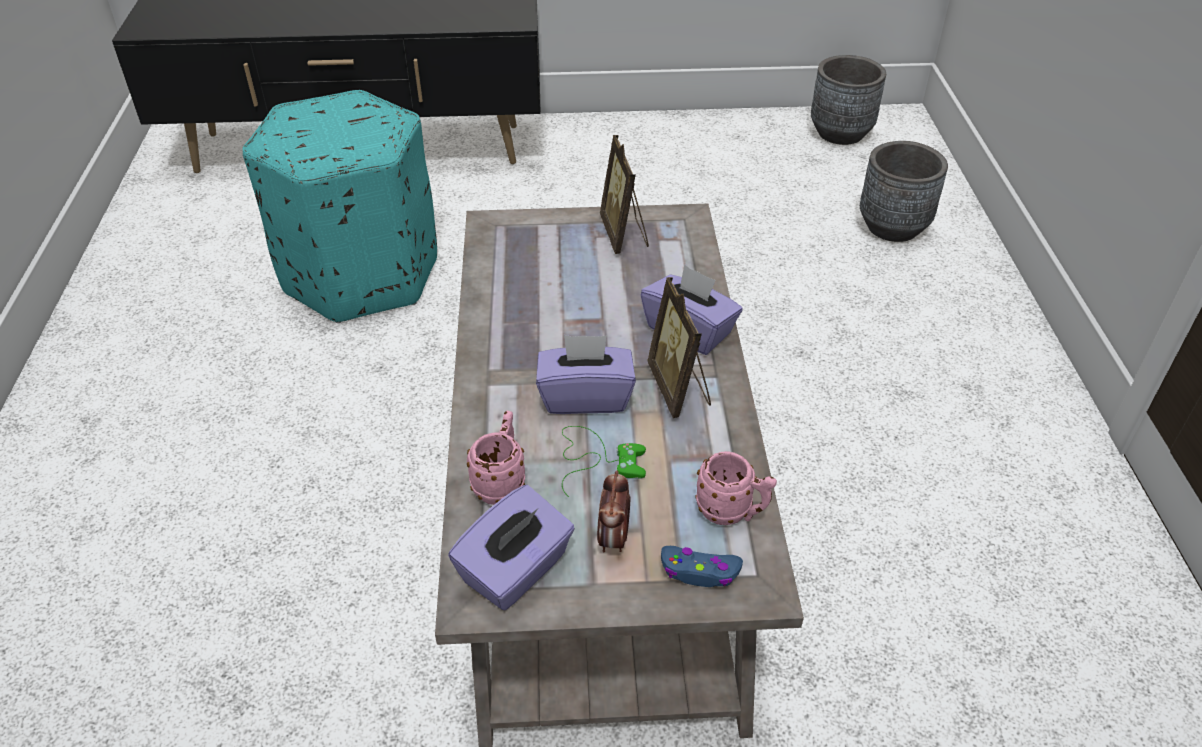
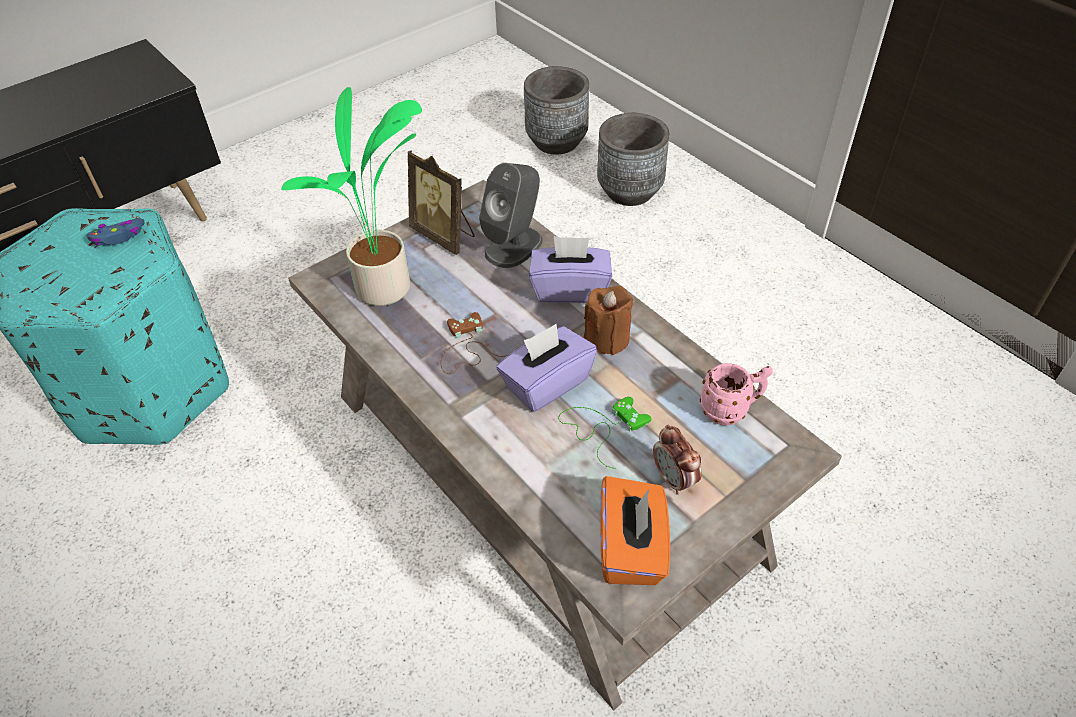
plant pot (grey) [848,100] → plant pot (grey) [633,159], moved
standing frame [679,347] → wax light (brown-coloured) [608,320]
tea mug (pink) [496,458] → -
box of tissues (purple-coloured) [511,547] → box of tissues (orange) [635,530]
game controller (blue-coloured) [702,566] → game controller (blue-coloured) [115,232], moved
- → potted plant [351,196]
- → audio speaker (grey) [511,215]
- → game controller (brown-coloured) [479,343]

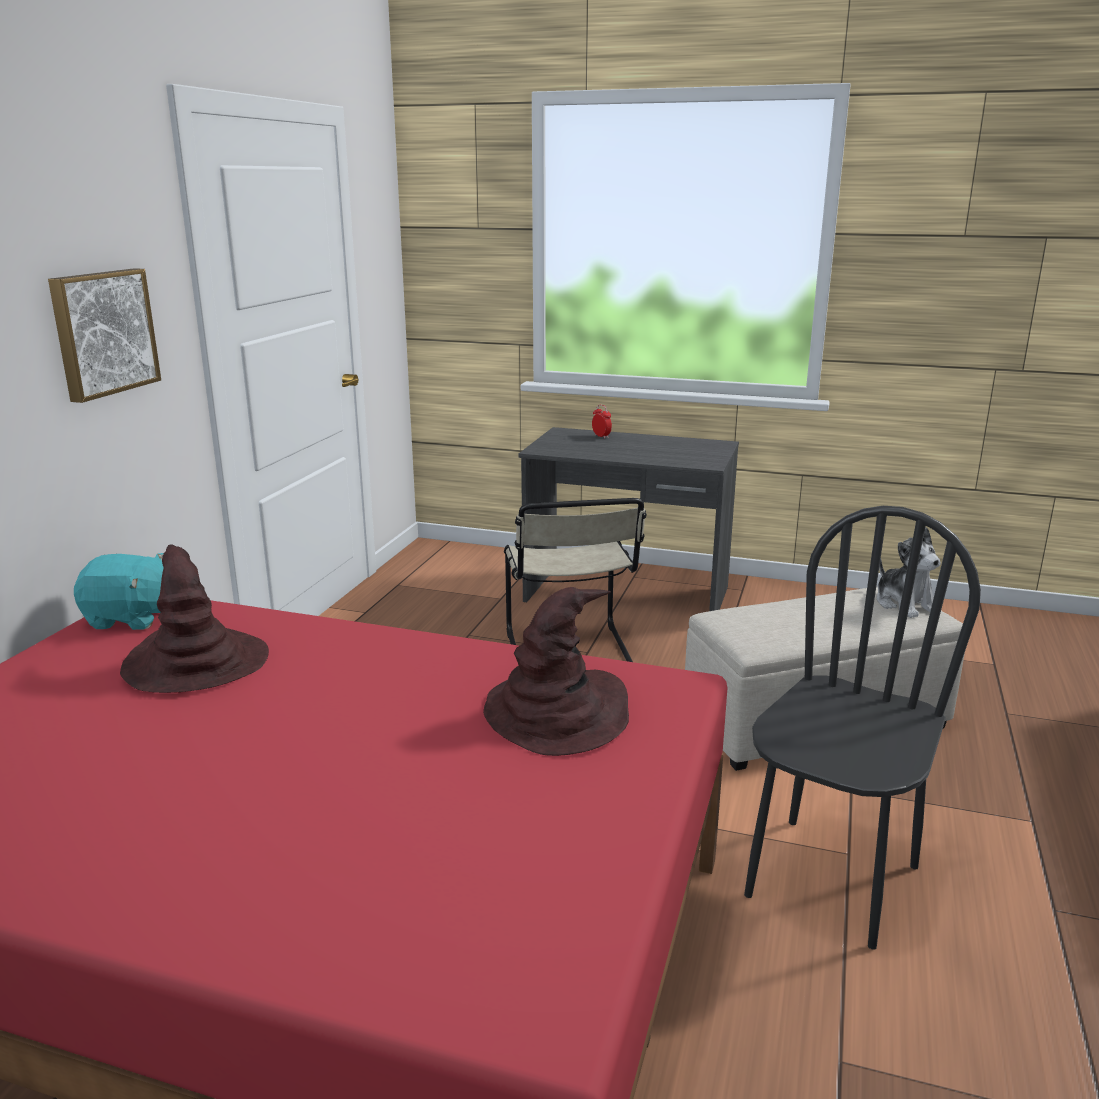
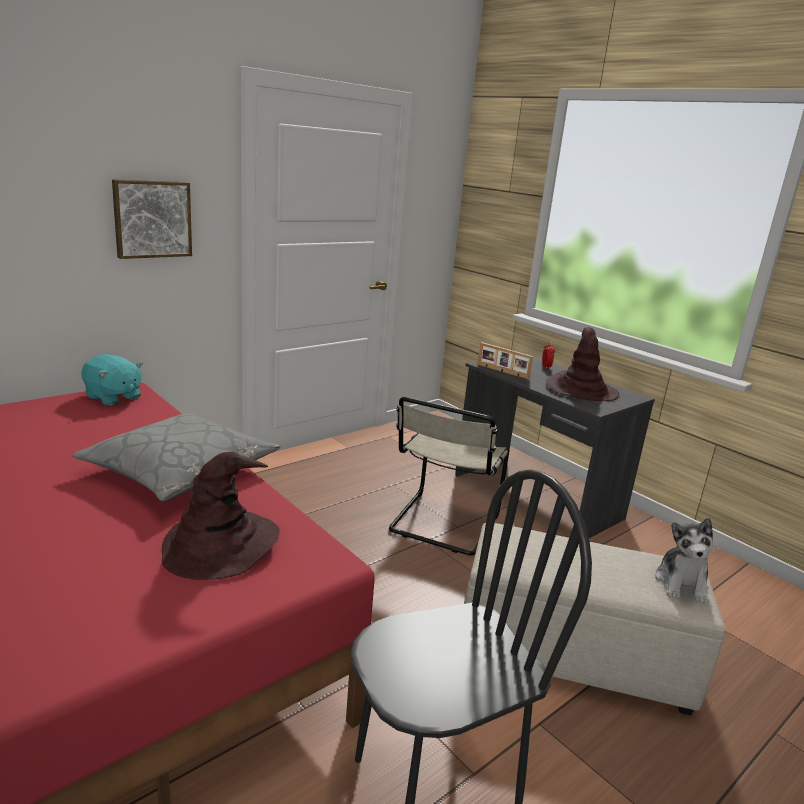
hat (brown-coloured) [194,619] → hat (brown-coloured) [582,364], moved
- → standing frame [505,360]
- → throw pillow (grey) [176,457]

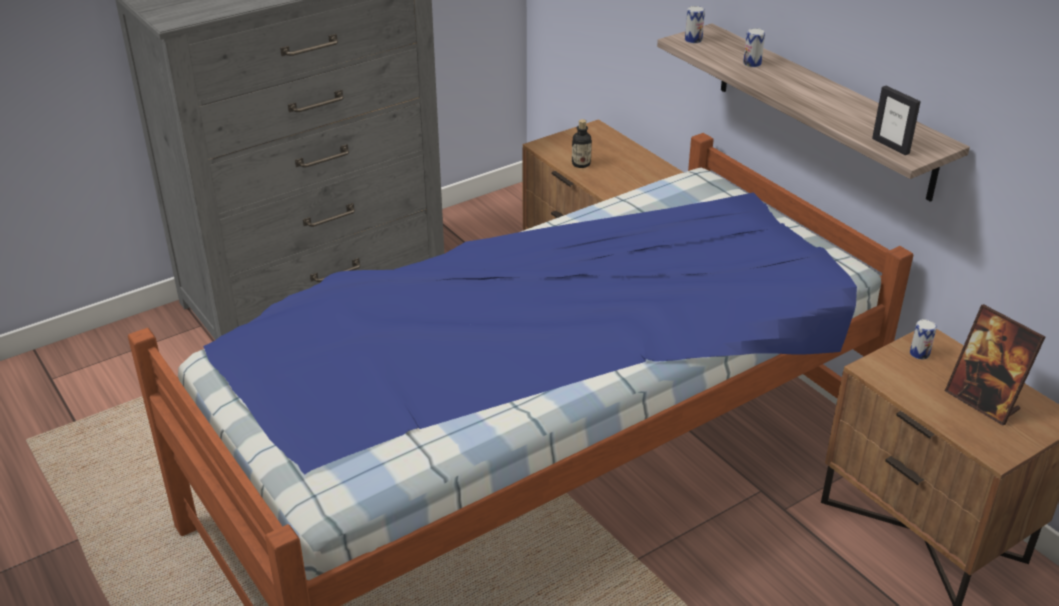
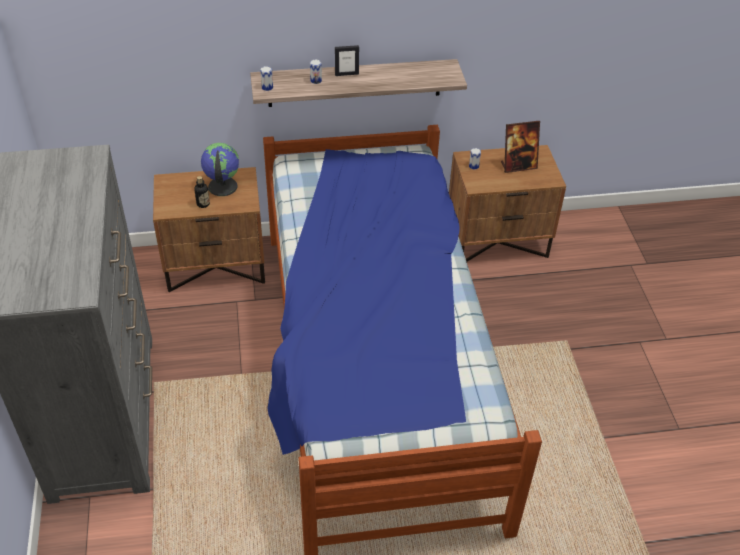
standing frame [896,120] → standing frame [347,60], moved
- → globe [220,169]

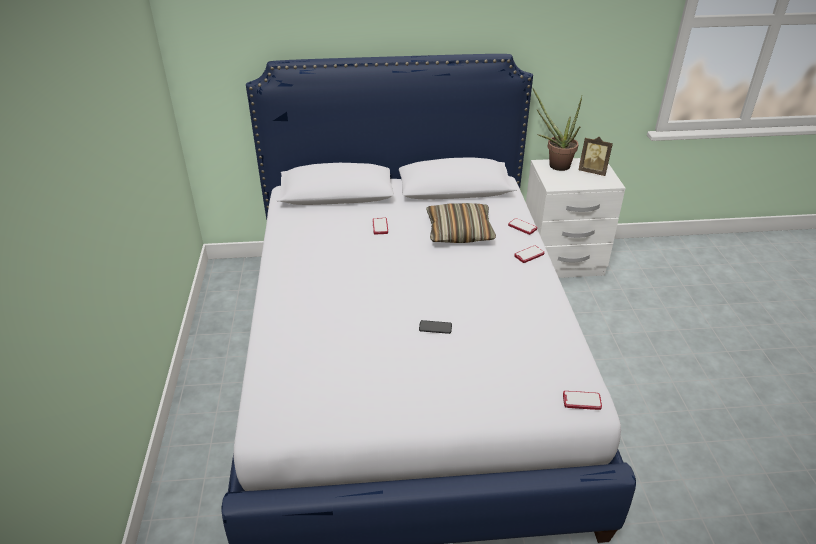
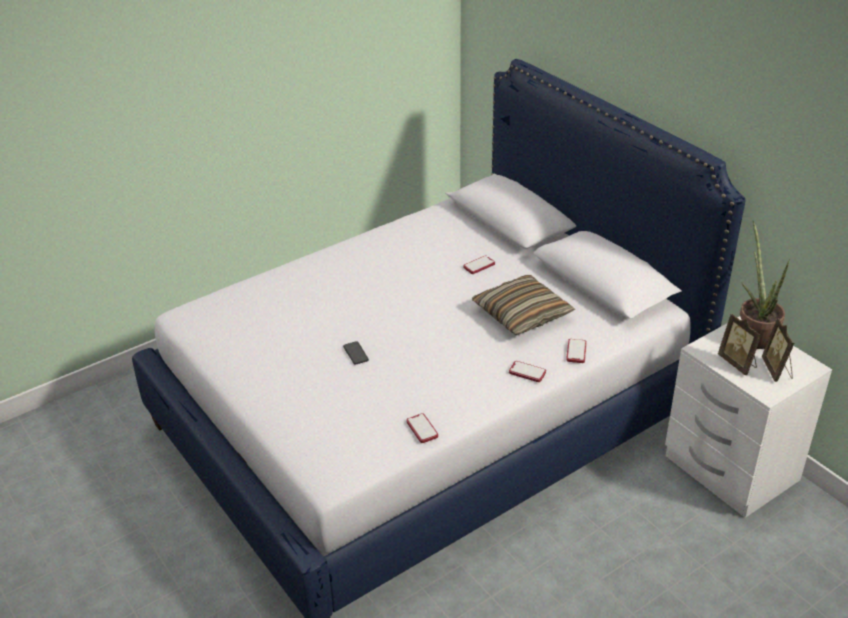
phone [582,400] → phone [422,428], moved
- → standing frame [740,344]

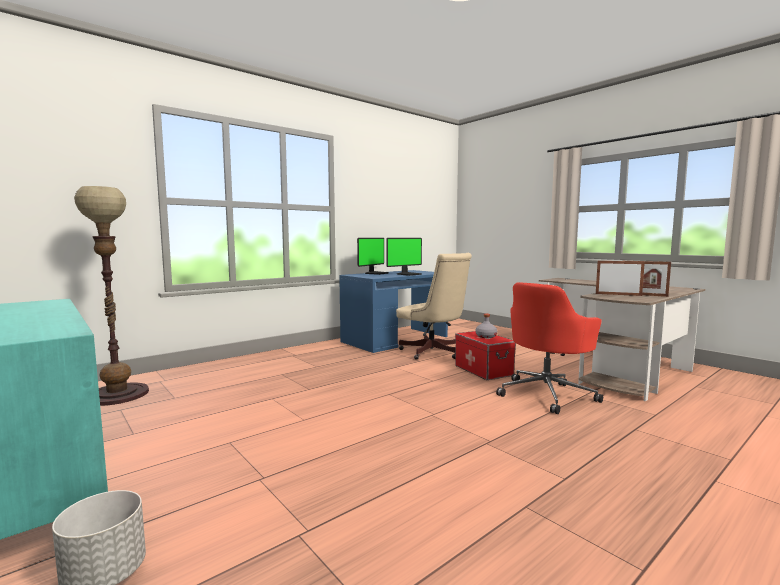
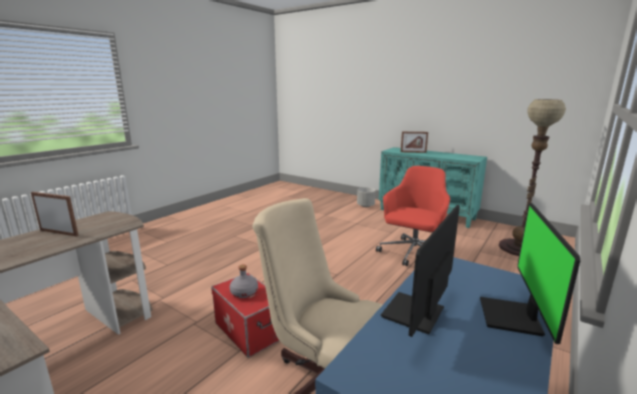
standing frame [620,278] → standing frame [414,142], moved
desk chair (reddish) [549,348] → desk chair (reddish) [413,216], moved

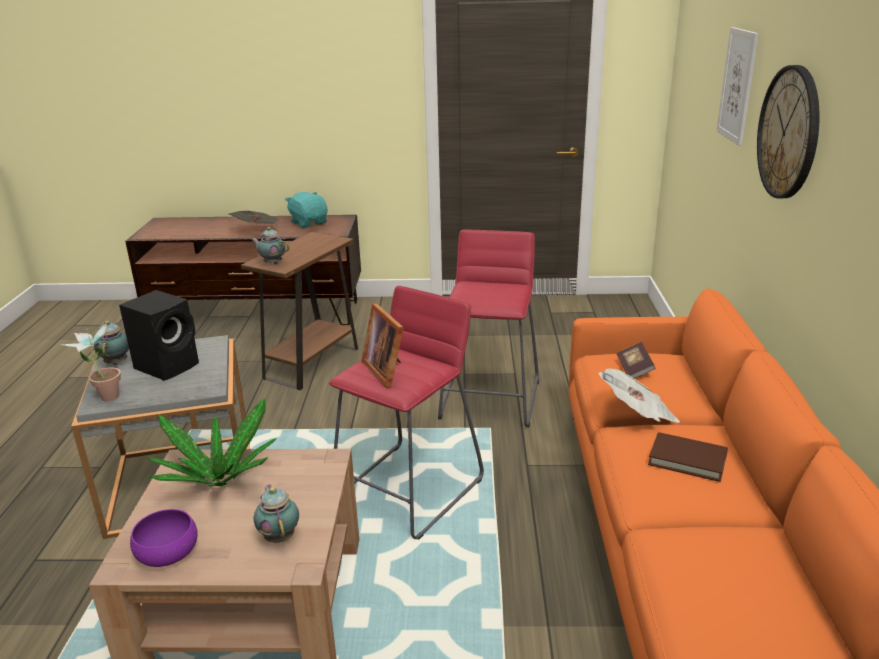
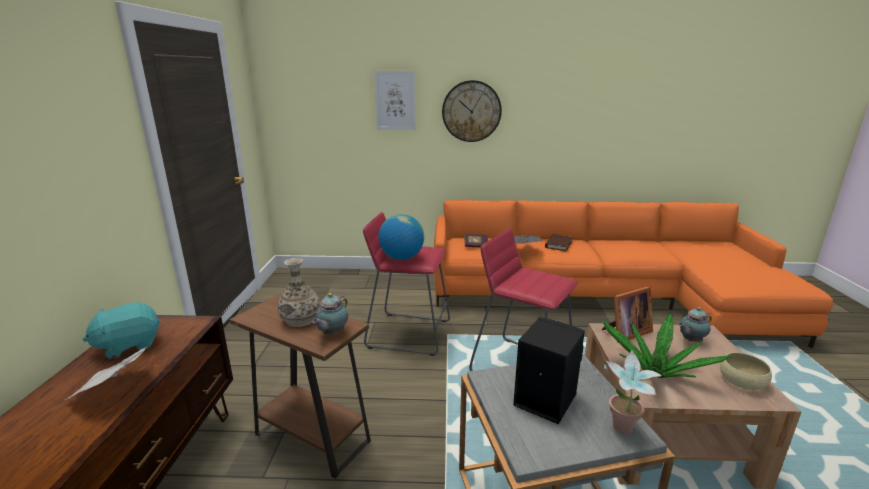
standing frame [382,346] → standing frame [627,313], moved
teapot [111,343] → -
deep dish (purple-coloured) [164,538] → deep dish (sand-coloured) [746,371]
- → globe [401,237]
- → vase [299,292]

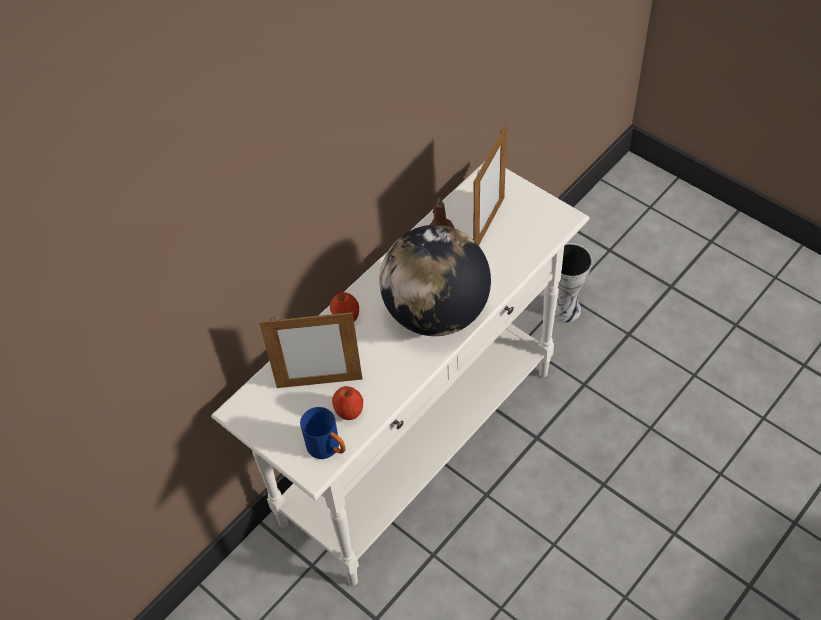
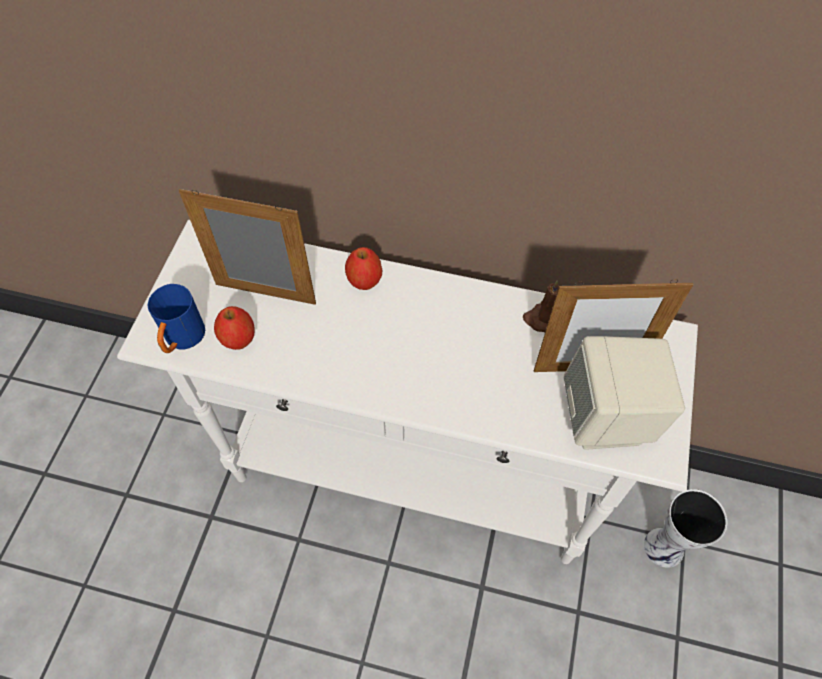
globe [435,280] → -
standing frame [310,349] → standing frame [247,247], 135 degrees clockwise
- → audio speaker (sand-coloured) [624,393]

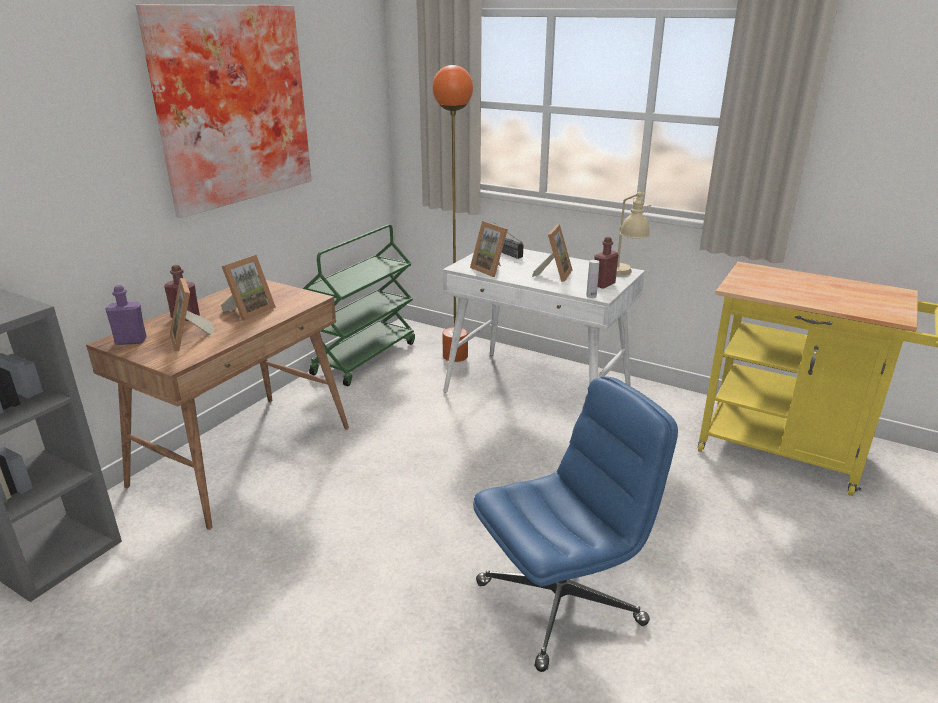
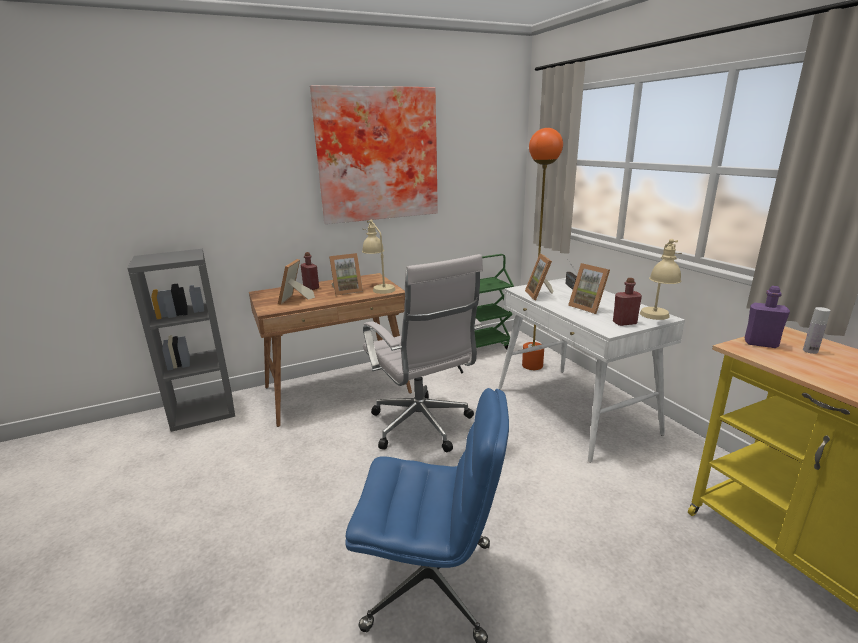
standing frame [552,253] → standing frame [589,288], 90 degrees clockwise
drink bottle (white-coloured) [592,279] → drink bottle (white-coloured) [817,330], moved
drink bottle (purple-coloured) [126,315] → drink bottle (purple-coloured) [767,317], moved
- → table lamp (sand-coloured) [379,257]
- → desk chair (white-coloured) [423,353]

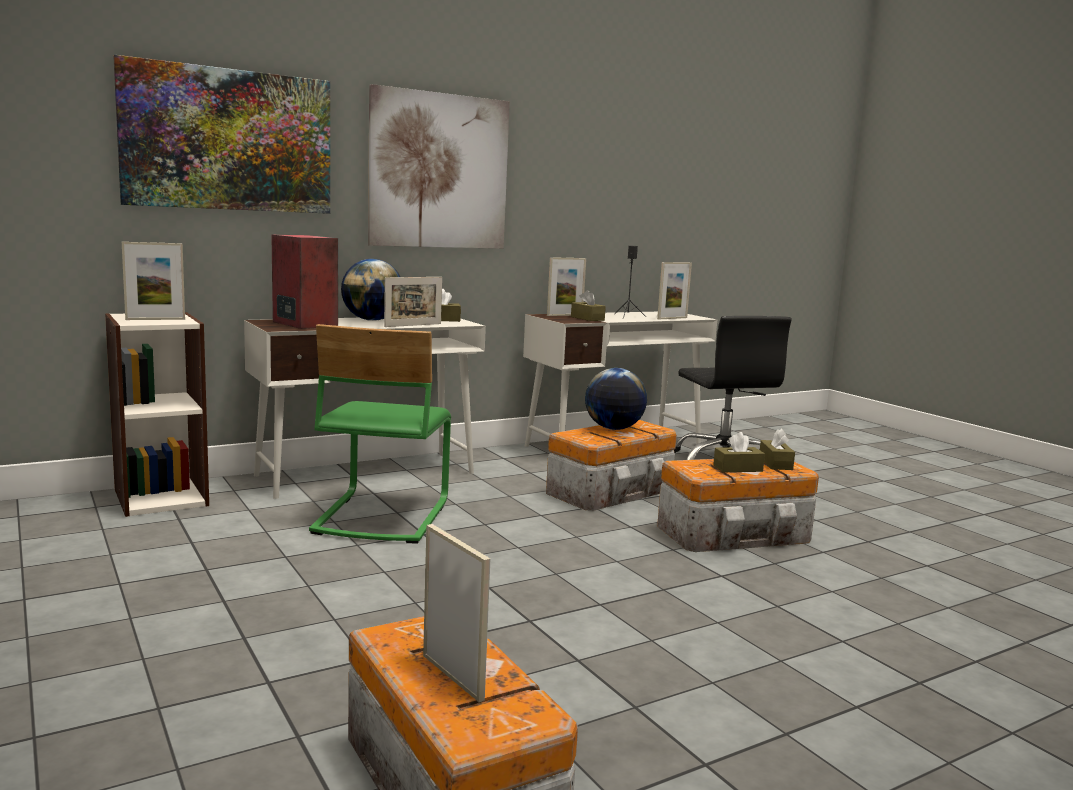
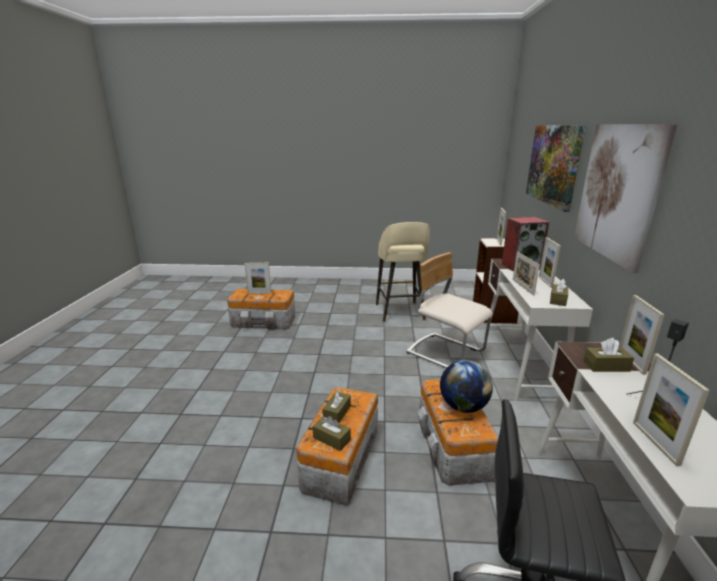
globe [370,290] → standing frame [550,262]
chair (green-coloured) [380,434] → chair (sand-coloured) [449,310]
- → stool (sand-coloured) [403,272]

